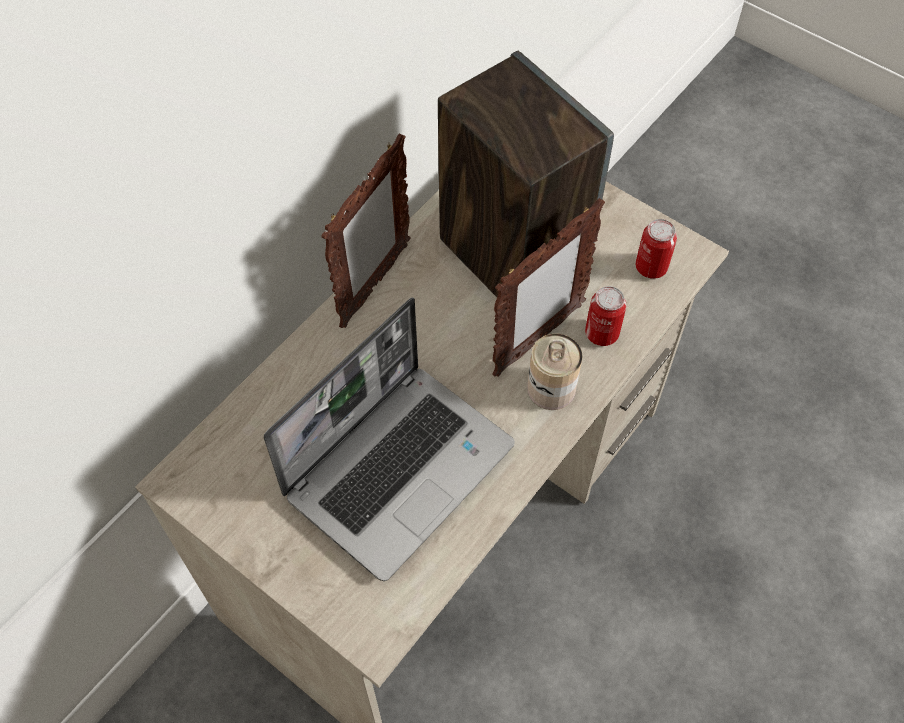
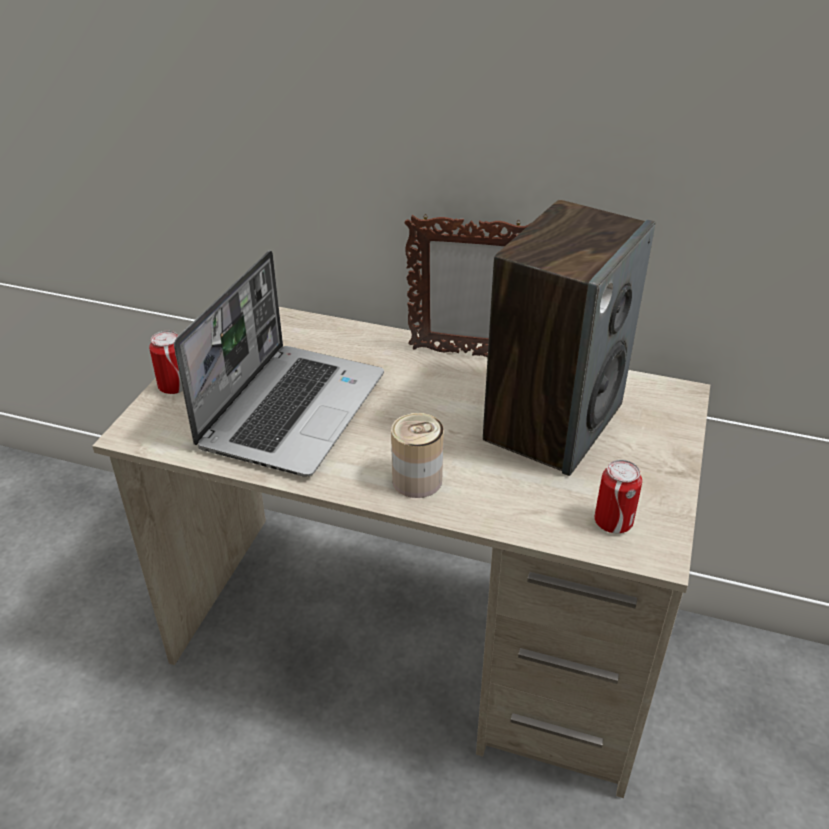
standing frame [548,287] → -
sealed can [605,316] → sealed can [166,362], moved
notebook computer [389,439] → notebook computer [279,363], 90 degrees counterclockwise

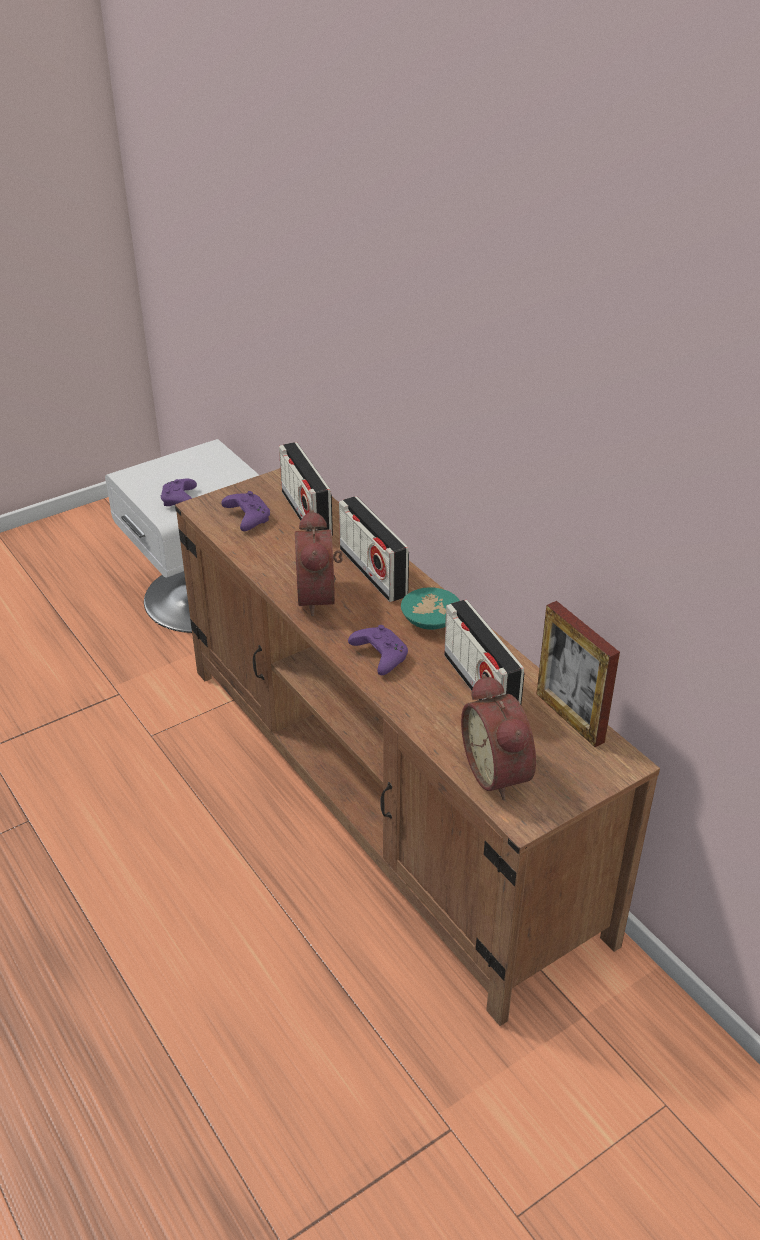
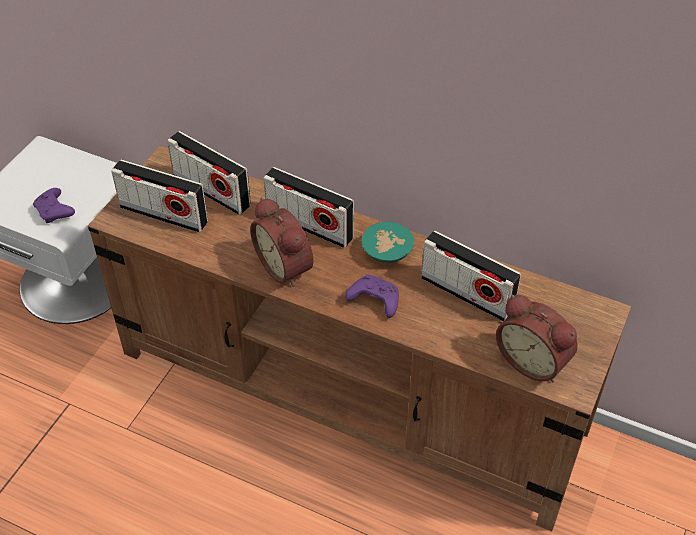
game controller (purple-coloured) [245,511] → radio set [159,196]
standing frame [578,674] → -

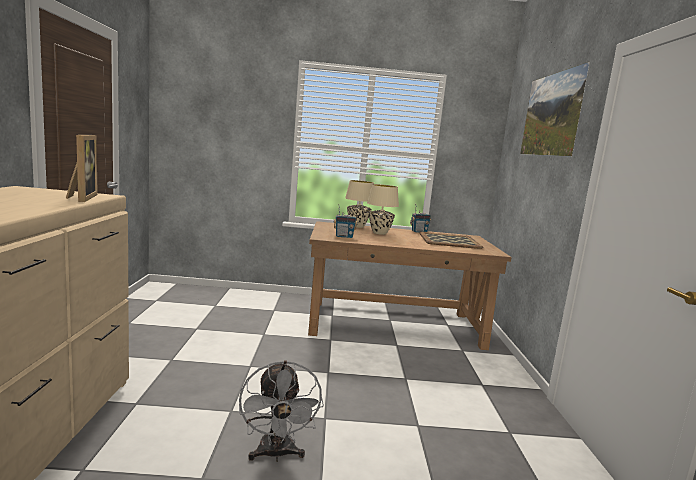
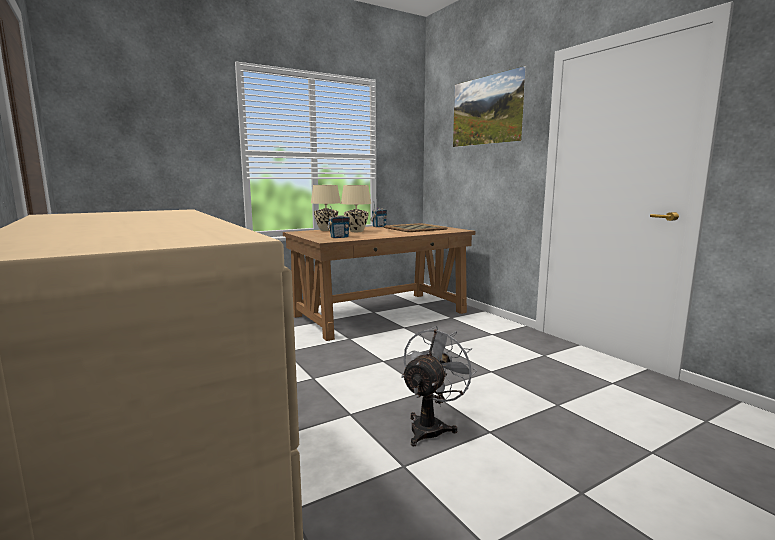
standing frame [82,168] → -
electric fan (grey) [281,411] → electric fan (grey) [439,386], 105 degrees counterclockwise

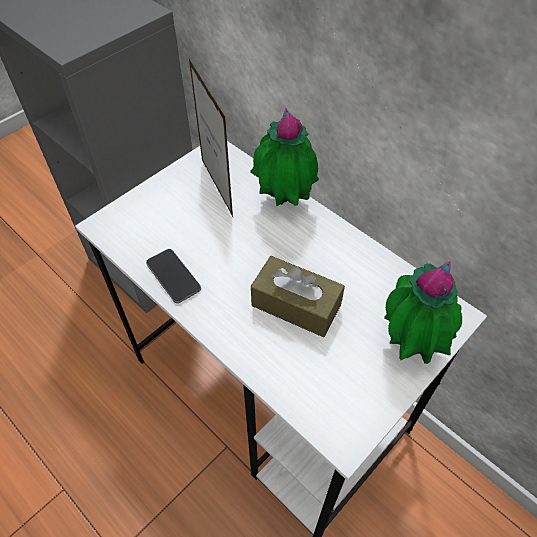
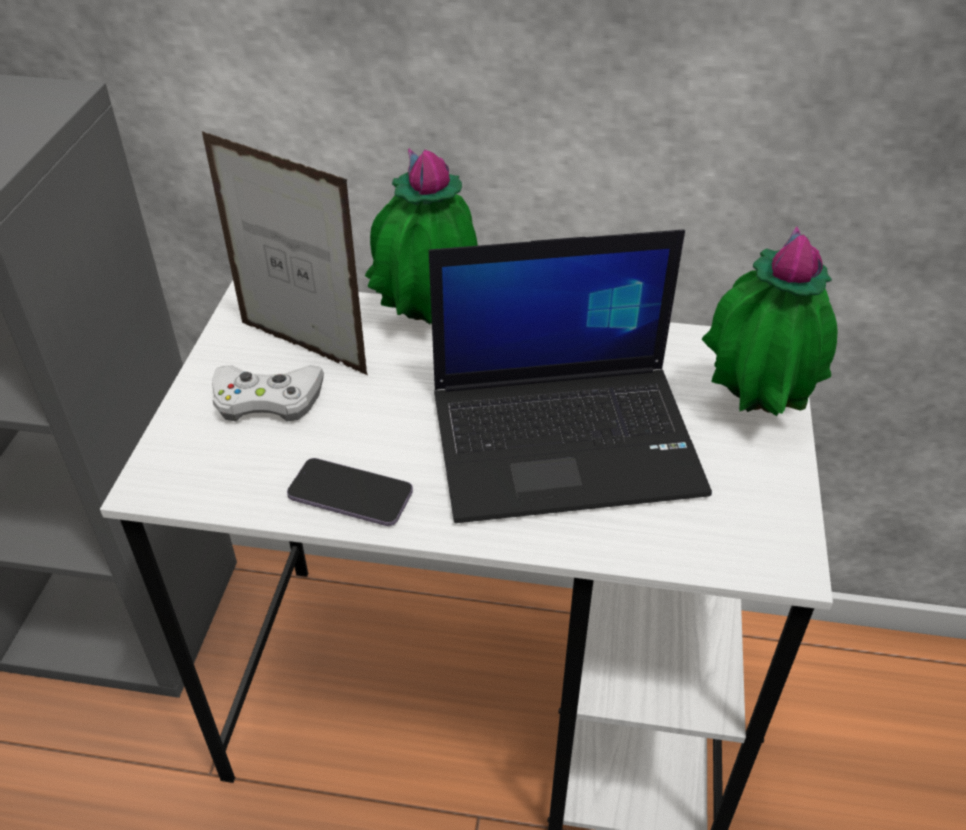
box of tissues (brown-coloured) [298,296] → notebook computer [570,376]
- → game controller (white-coloured) [268,393]

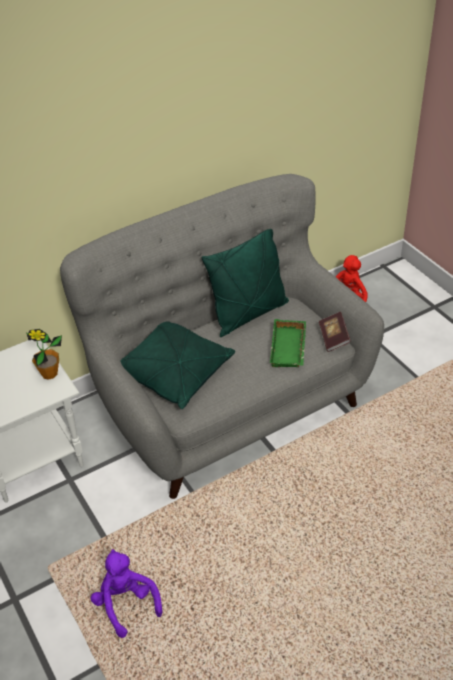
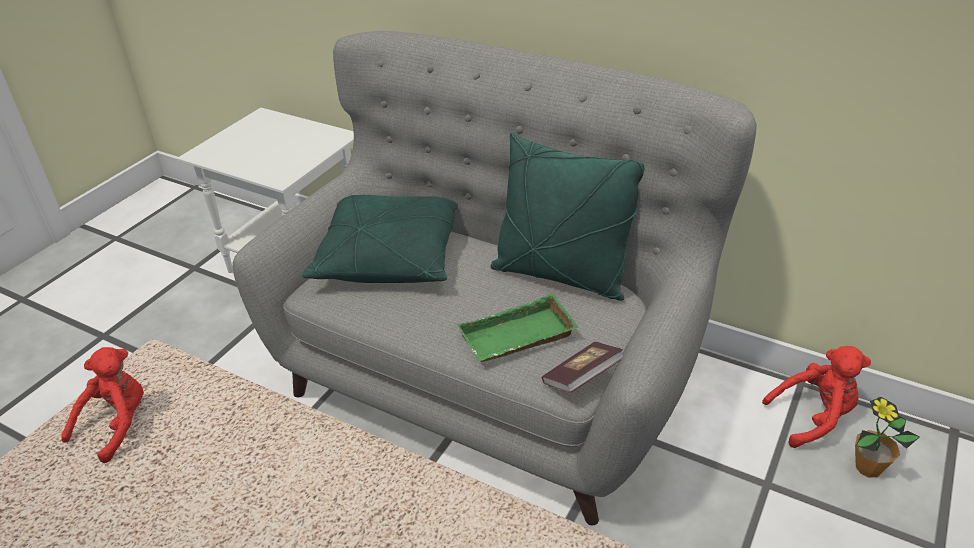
potted plant [44,354] → potted plant [887,437], moved
plush toy (purple-coloured) [126,593] → plush toy (reddish) [102,405]

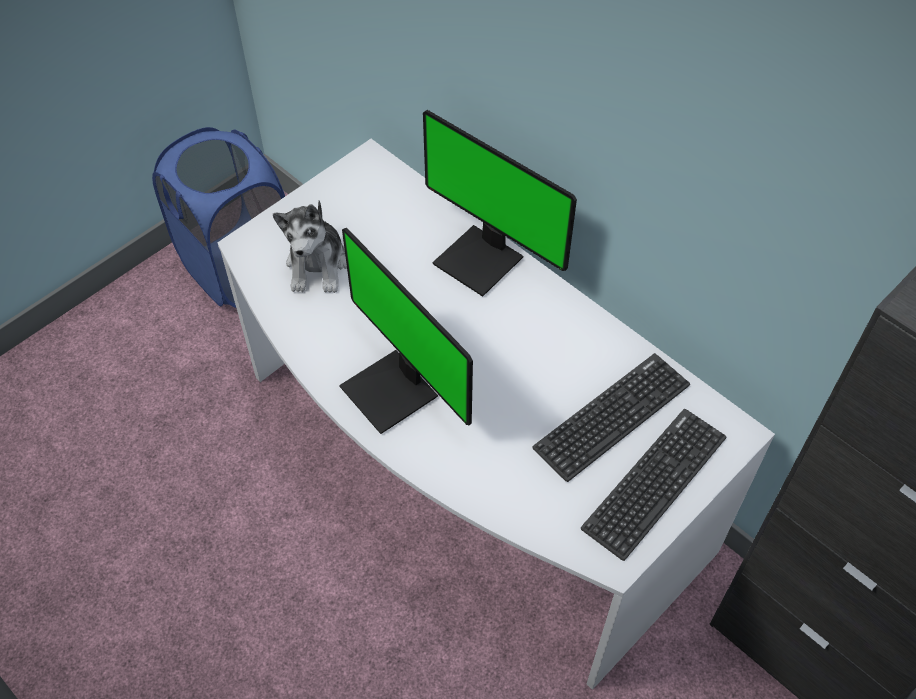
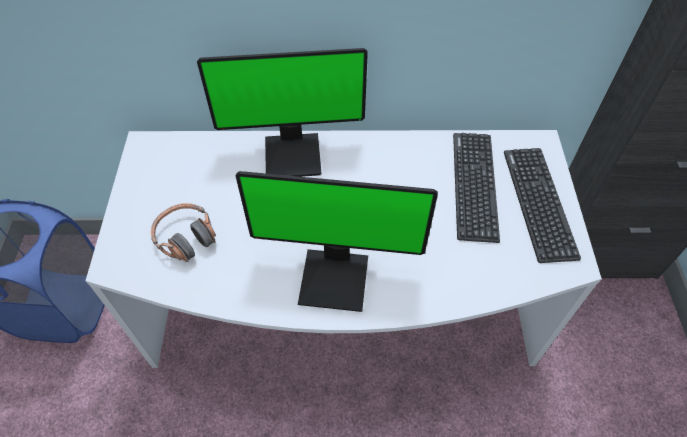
plush toy [310,246] → pair of headphones [183,232]

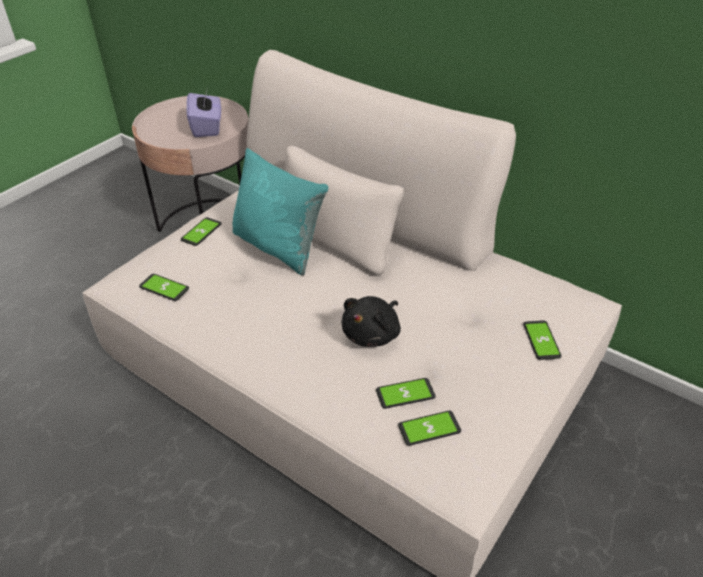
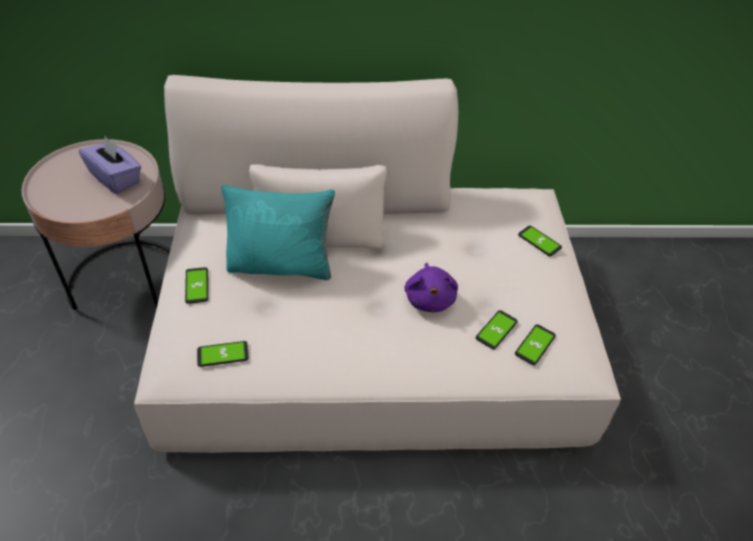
plush toy (blackish) [371,321] → plush toy (purple-coloured) [431,287]

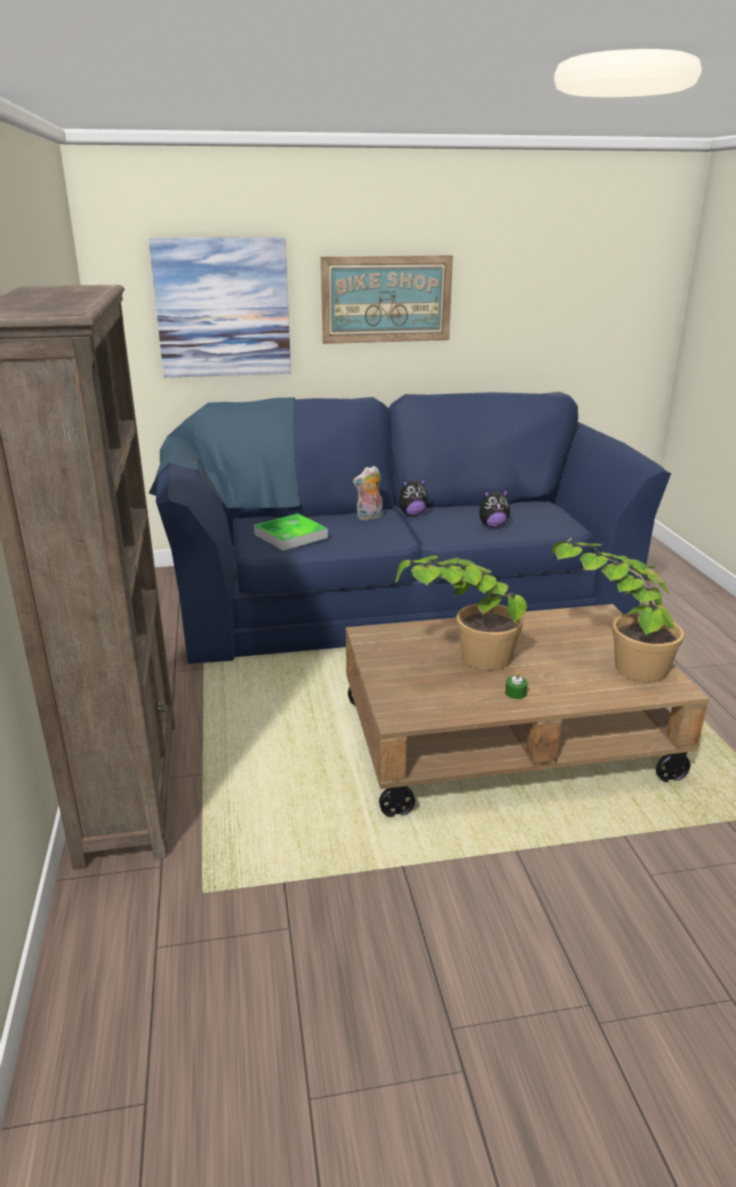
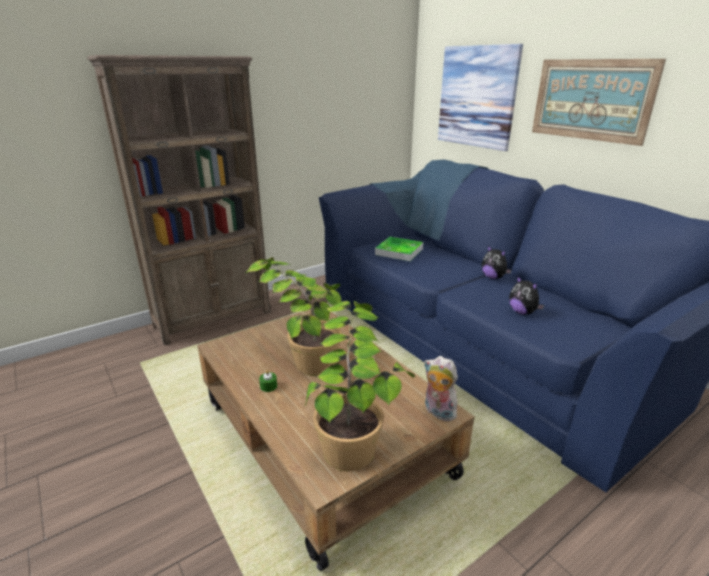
plush toy [368,493] → plush toy [441,388], moved

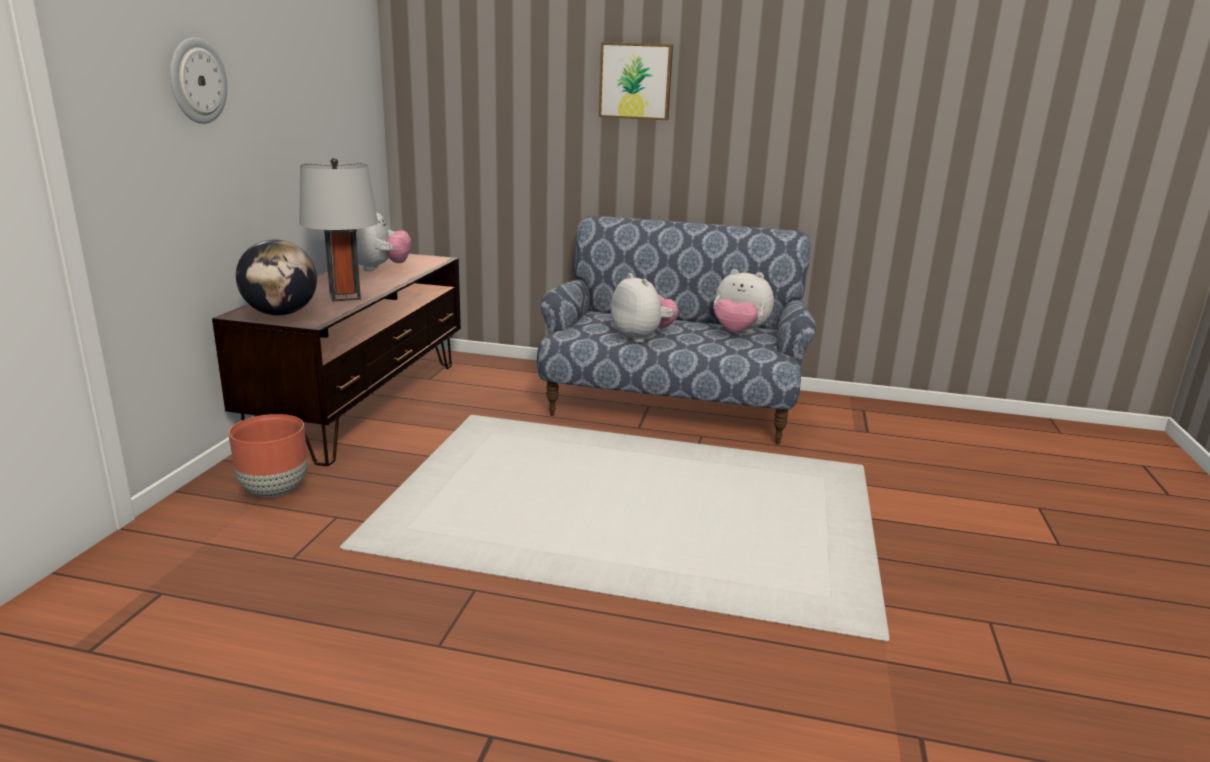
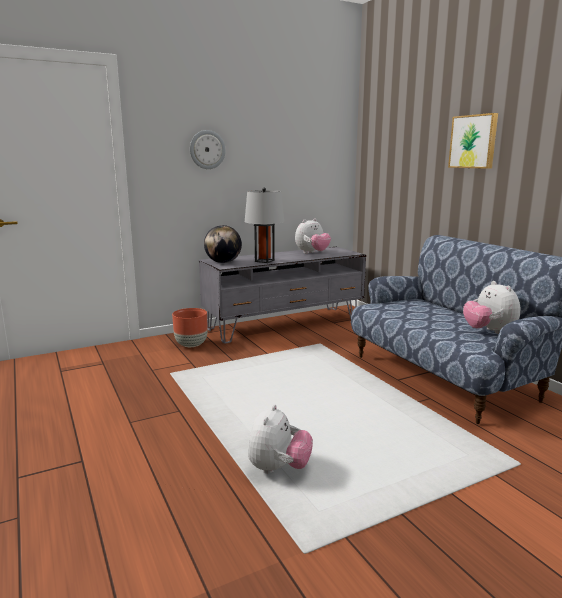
media console (brown-coloured) [336,360] → media console (grey) [282,295]
plush toy [644,308] → plush toy [280,439], moved

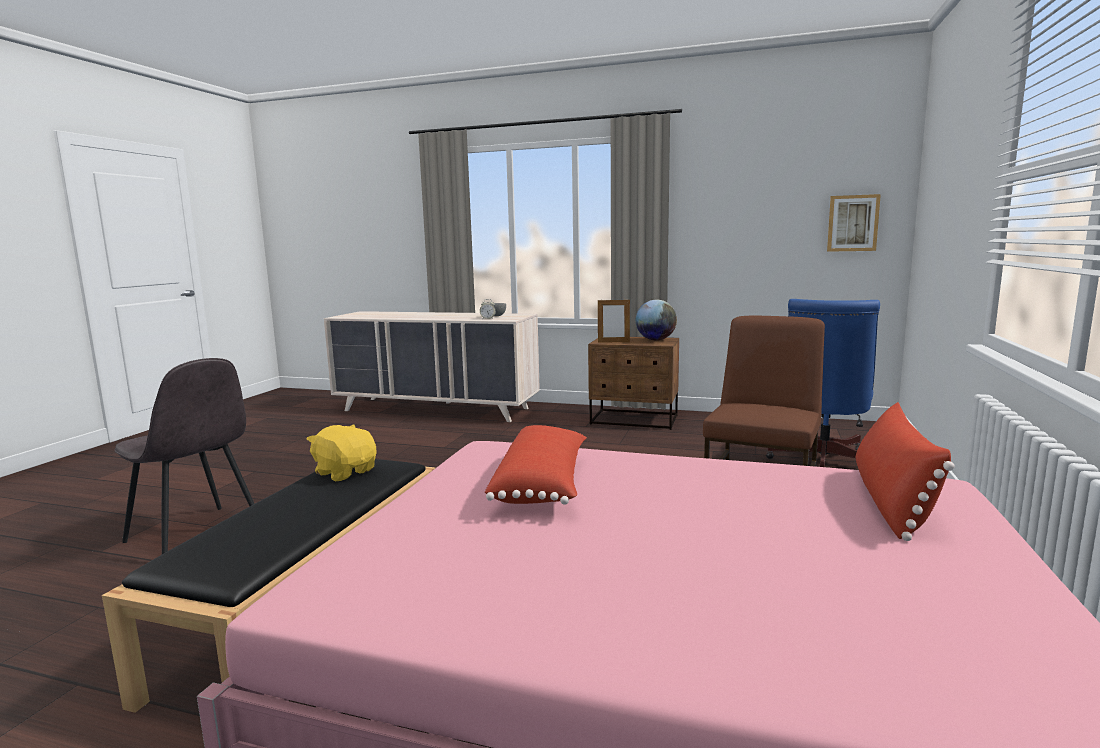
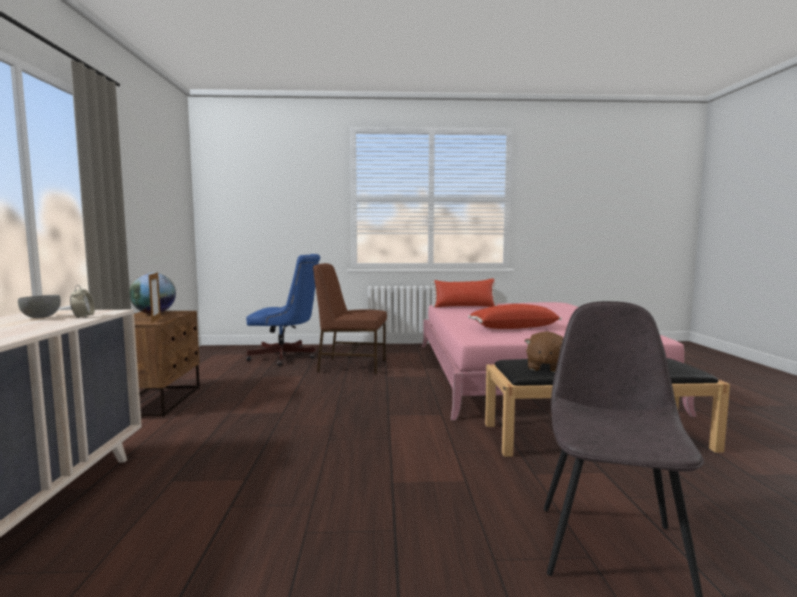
wall picture [854,223] → -
plush toy (yellowish) [341,453] → plush toy (brown-coloured) [544,351]

